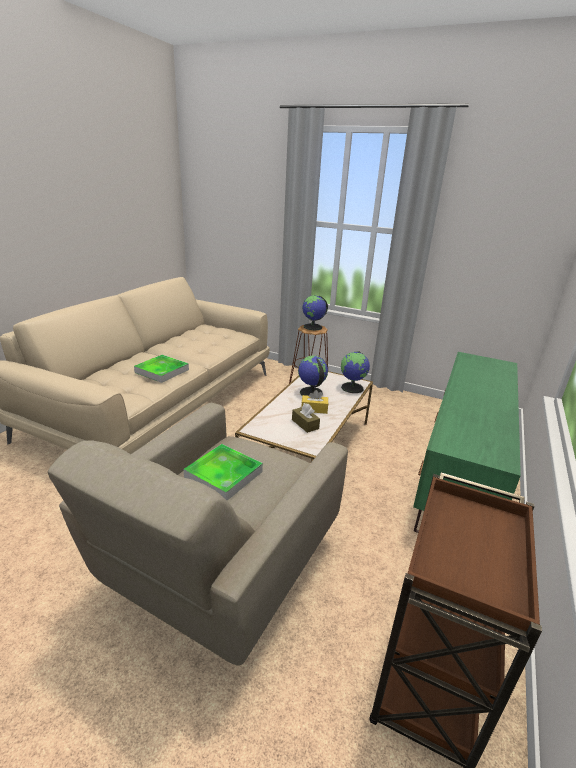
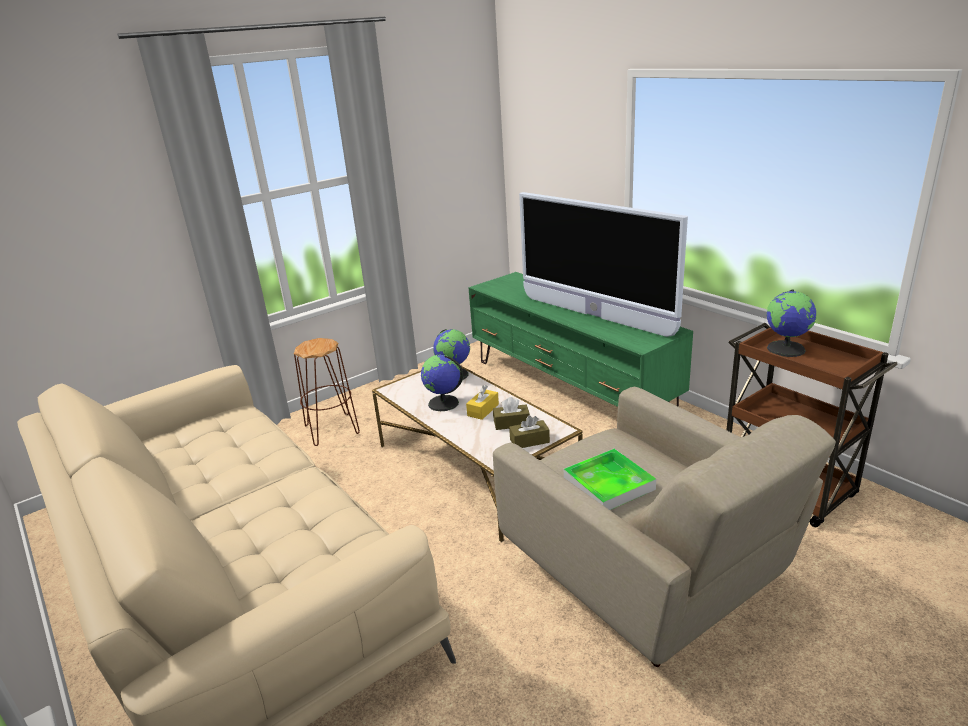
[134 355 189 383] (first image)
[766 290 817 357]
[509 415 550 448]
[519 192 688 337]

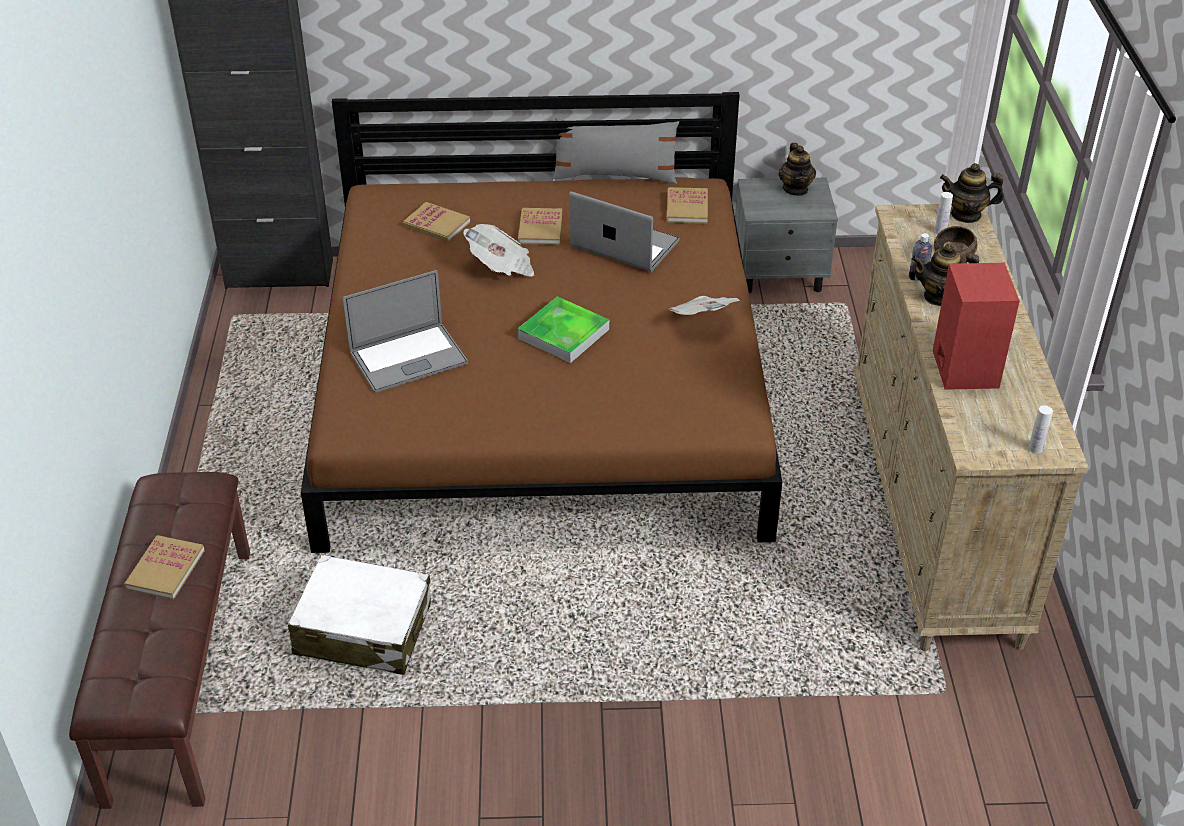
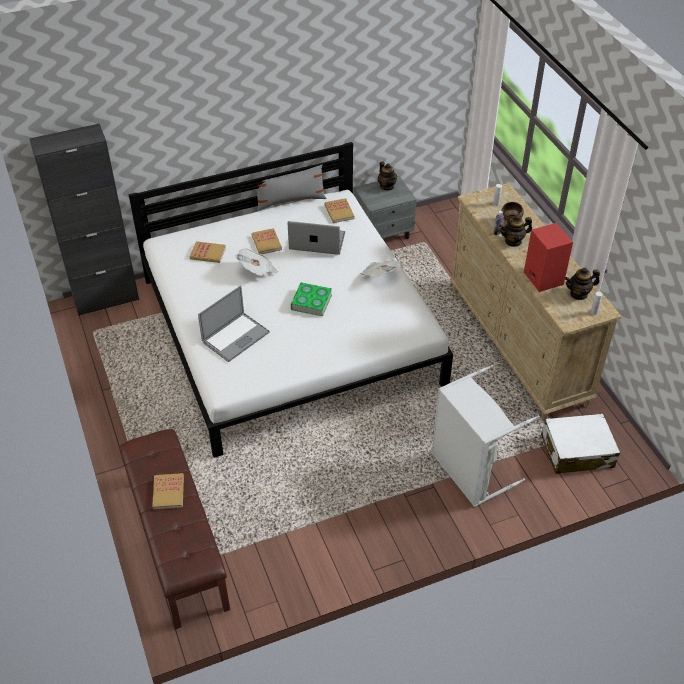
[541 413 620 474]
[128 142 453 458]
[291 282 332 316]
[565 268 600 300]
[432 365 540 507]

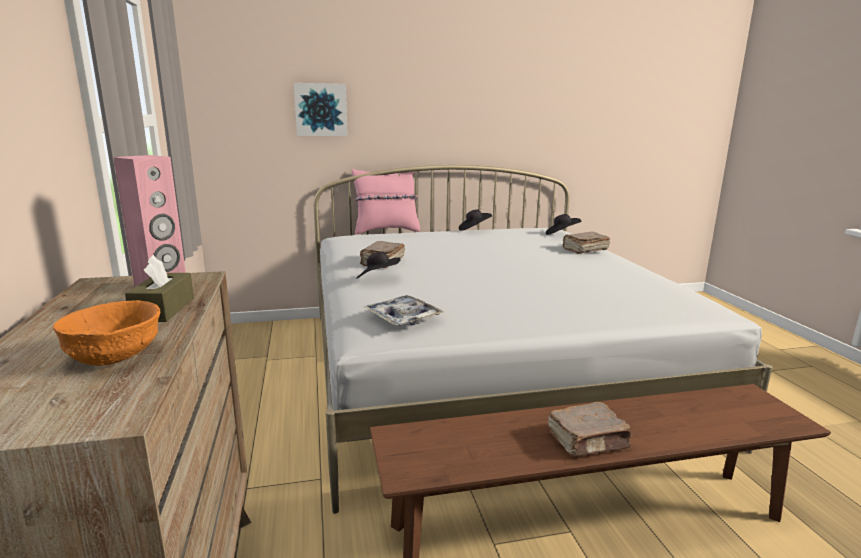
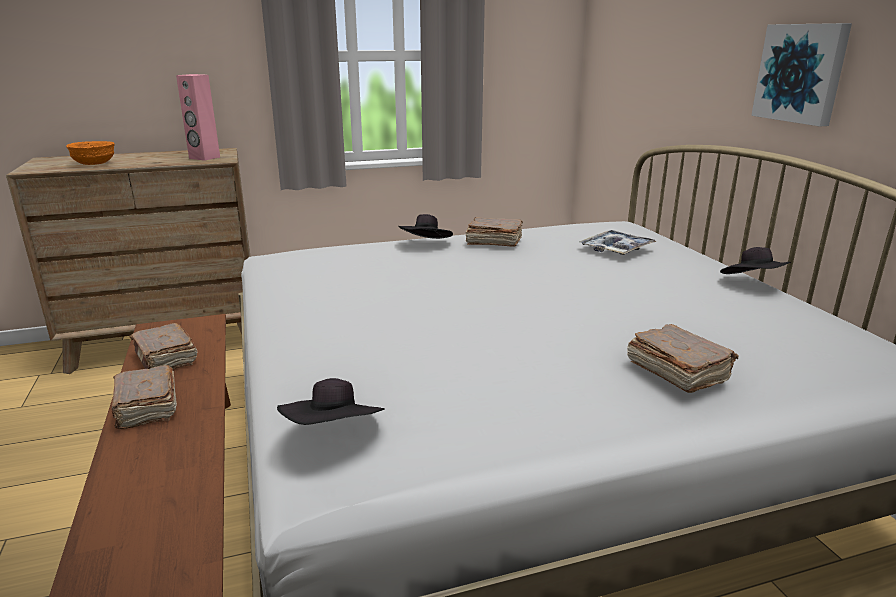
[125 255 194 322] (first image)
[751 23 852 126]
[352 169 420 234] (first image)
[579 230 657 255]
[277 378 385 425]
[130 323 197 370]

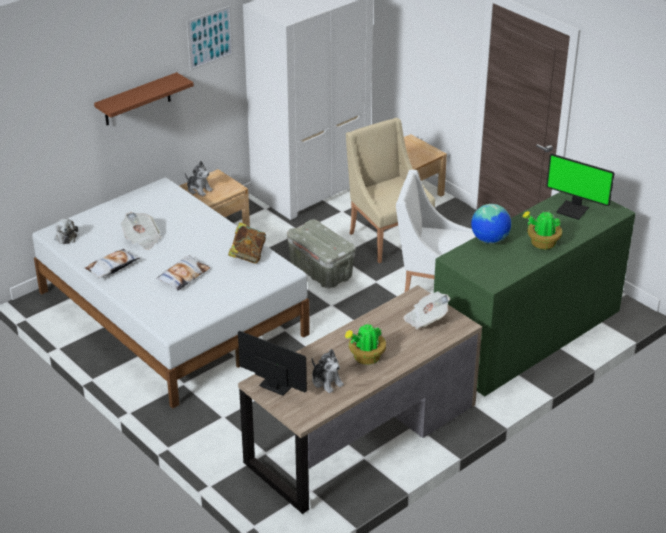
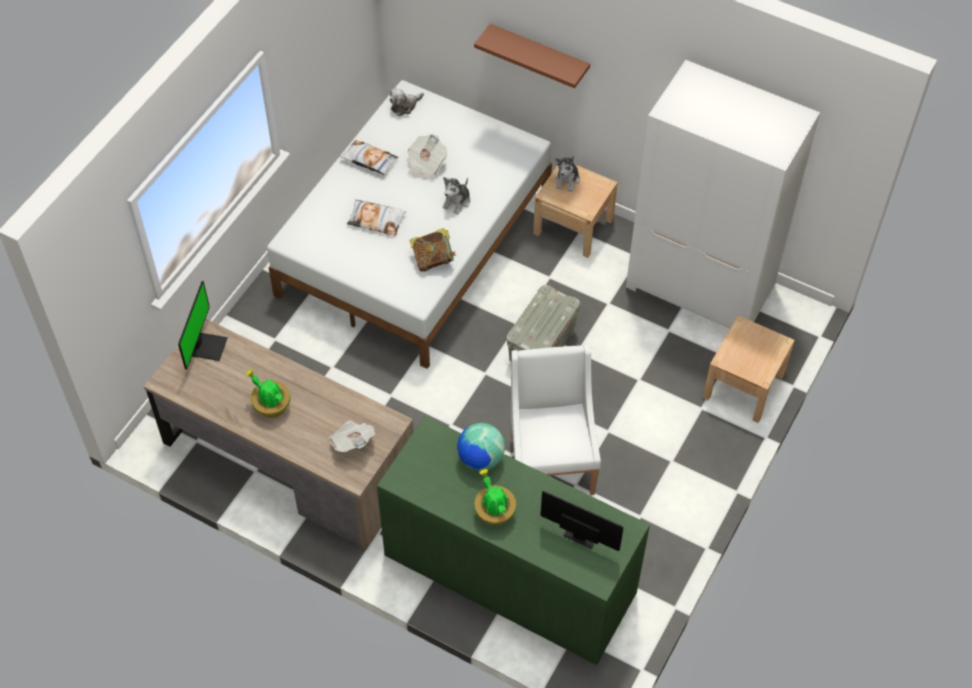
[186 5 233 71] (first image)
[443 177 470 215]
[346 118 435 263] (first image)
[540 491 624 551]

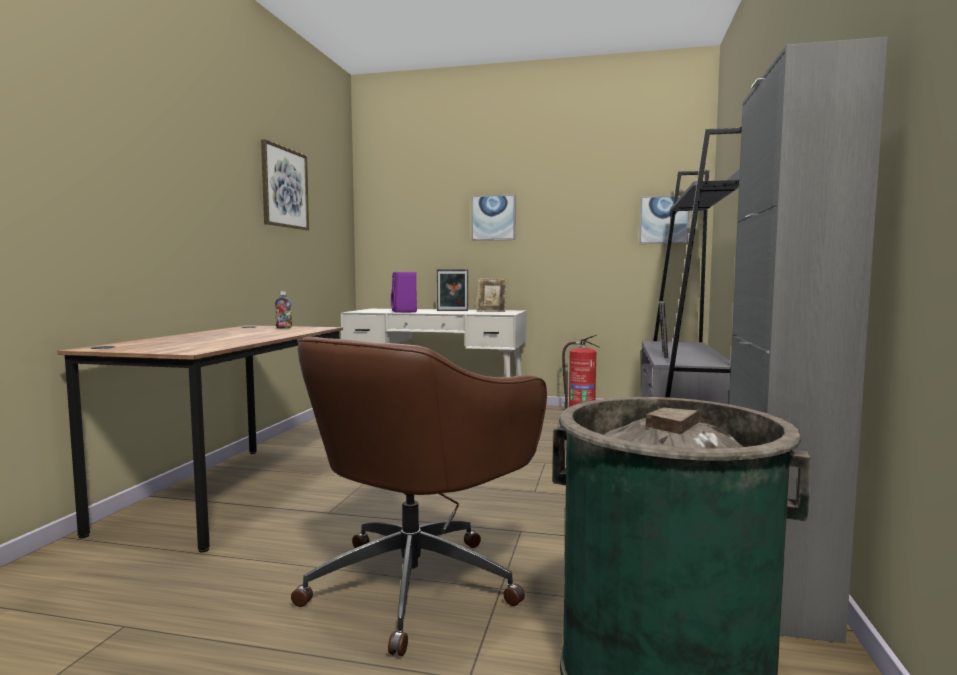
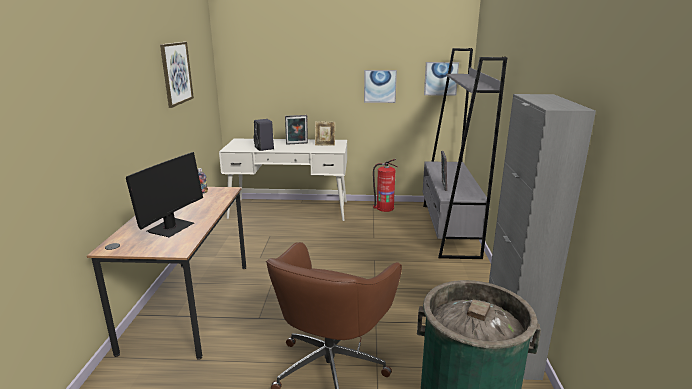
[254 119 274 151]
[364 70 397 103]
[126 152 203 237]

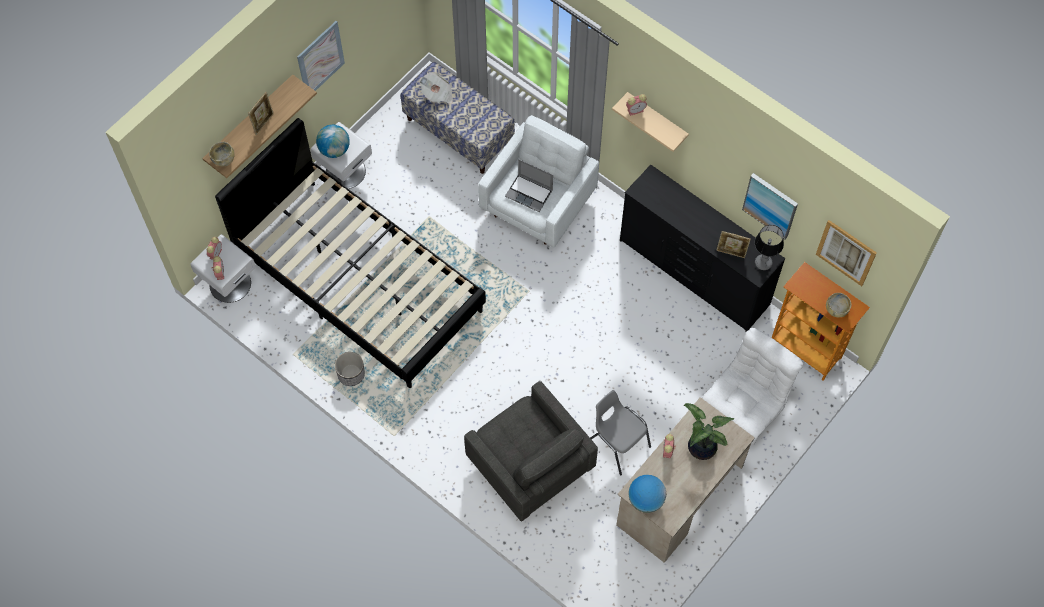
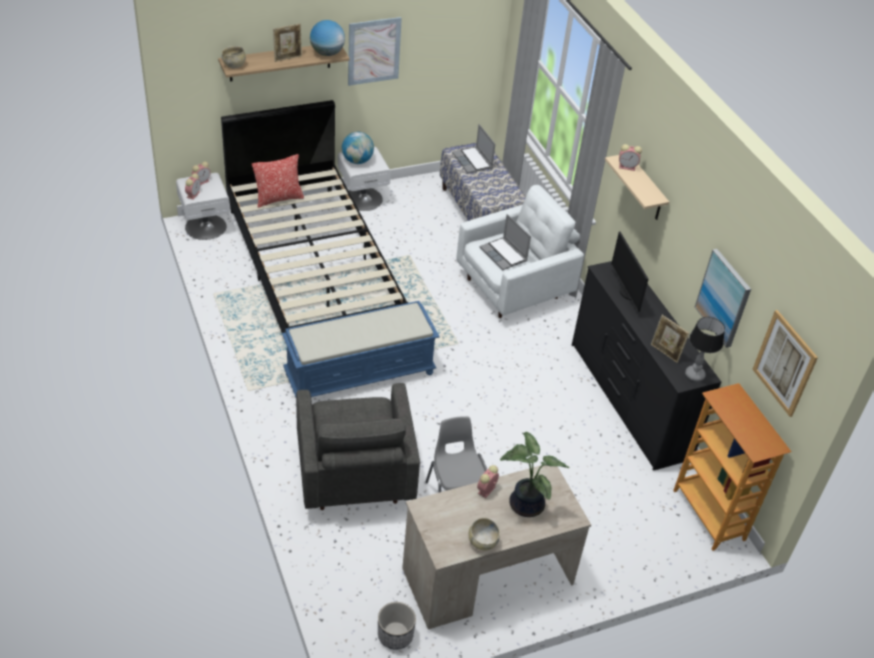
[378 602 416 650]
[452 124 495 173]
[310 20 345 56]
[702 328 803 445] (first image)
[468 518 500 550]
[252 154 304 208]
[282 301 440 397]
[611 232 649 312]

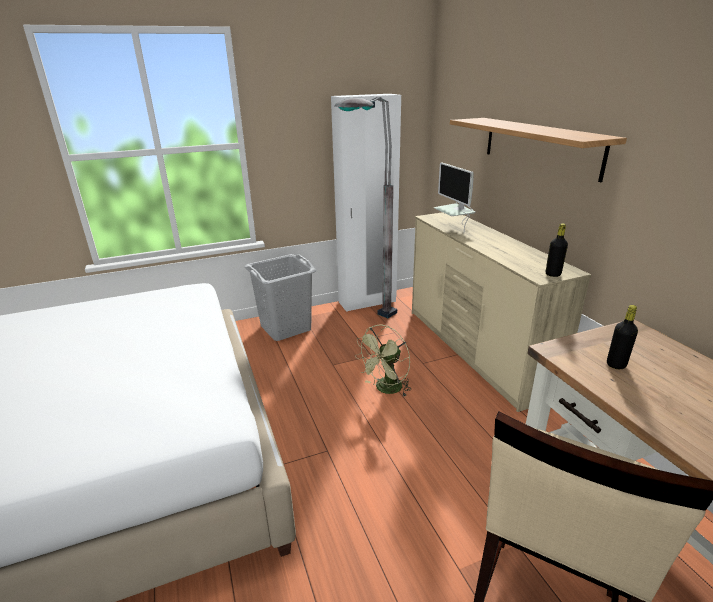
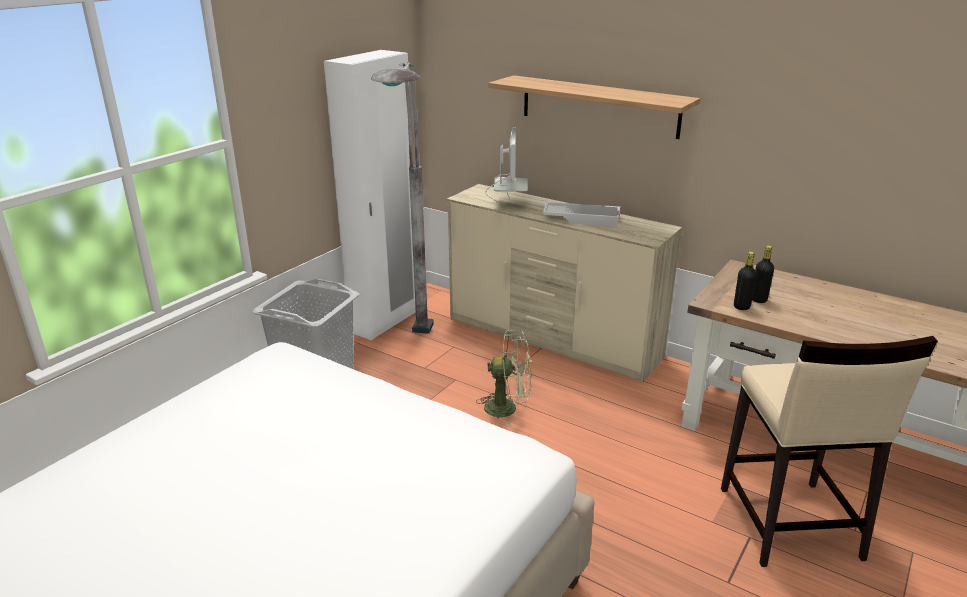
[476 330 532 426]
[485 127 528 204]
[734 252 757 310]
[543 202 620 227]

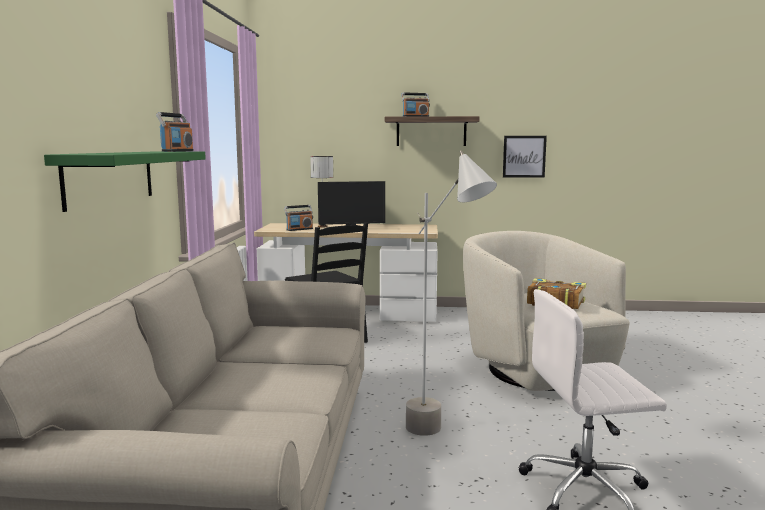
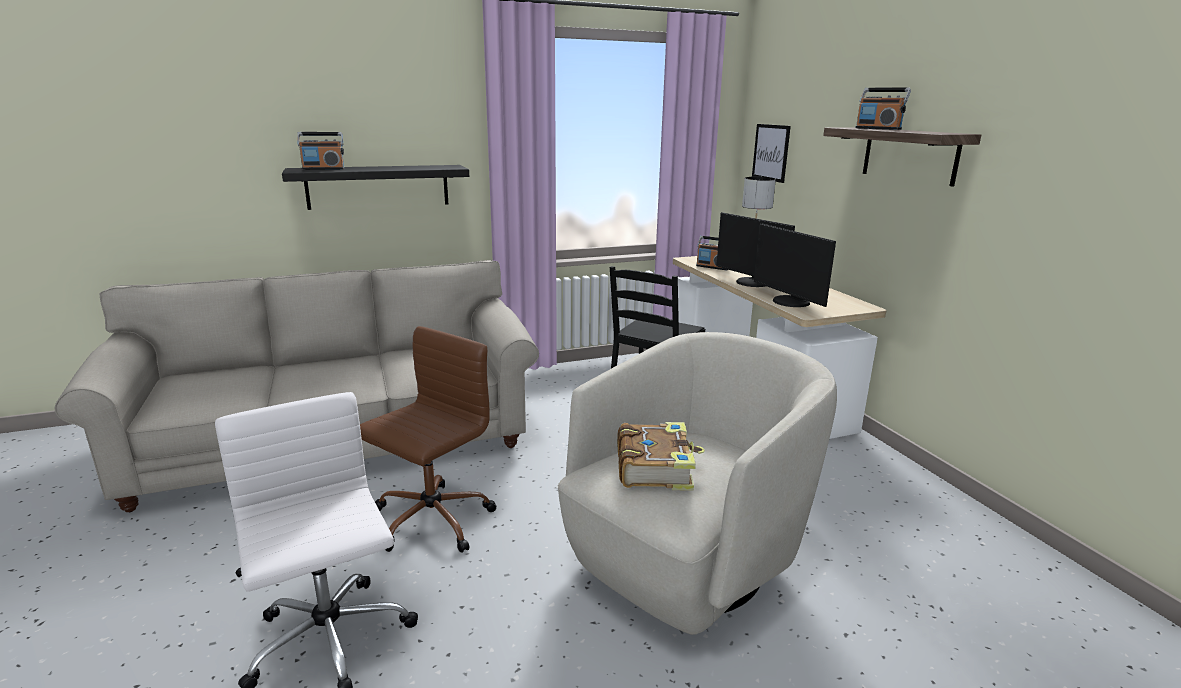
[282 165 469 210]
[297 132 345 170]
[360 326 496 553]
[752 124 791 183]
[754 223 836 307]

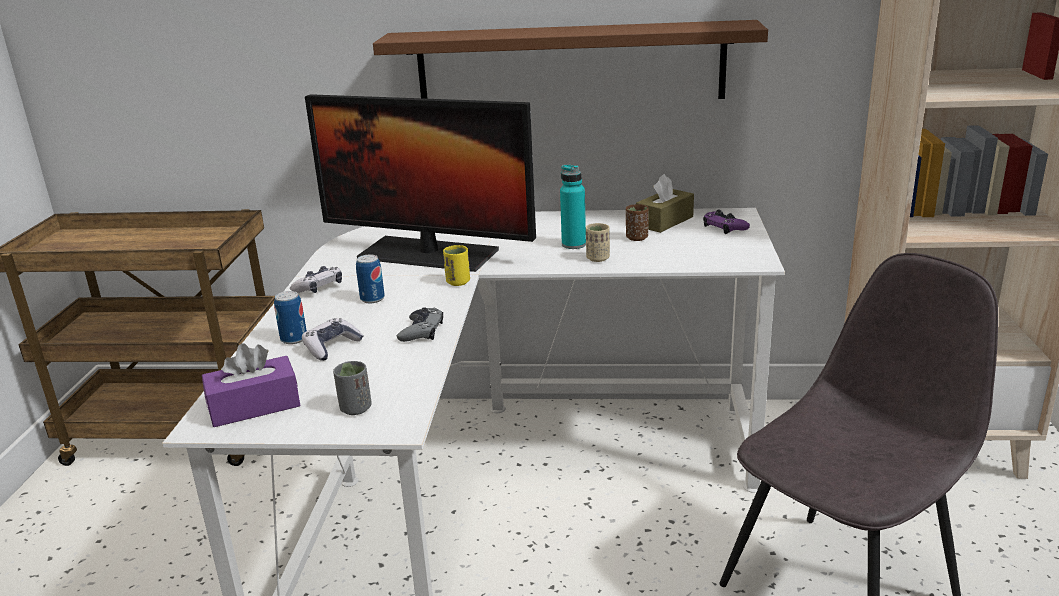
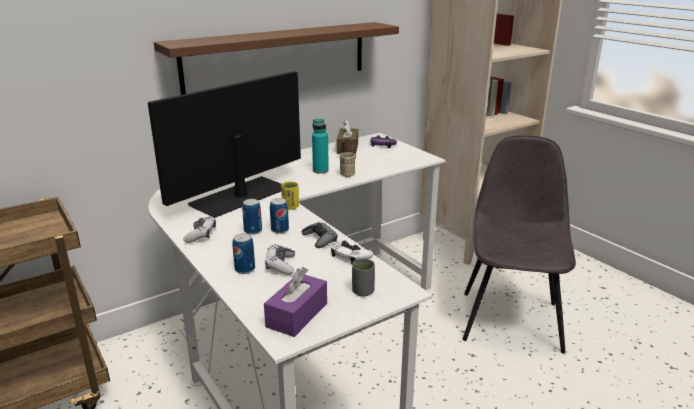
[148 71 301 218]
[270 198 289 234]
[331 240 373 264]

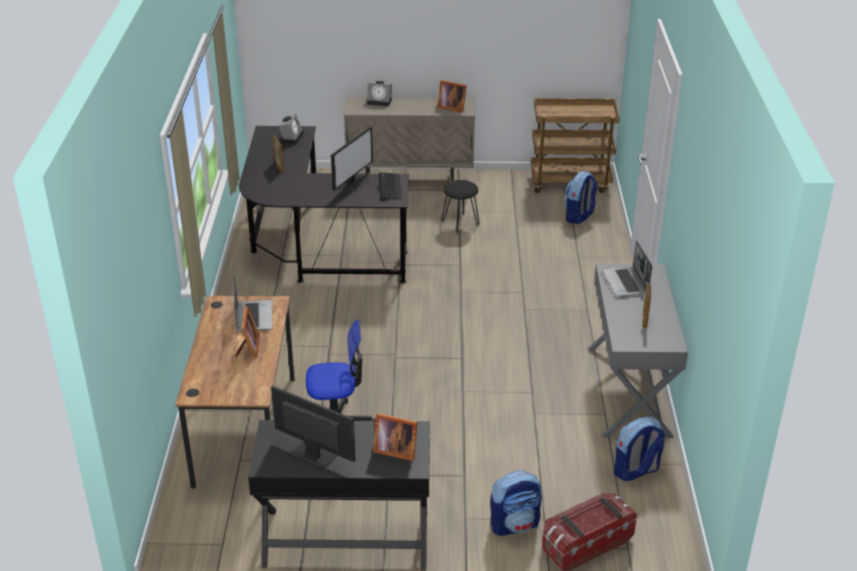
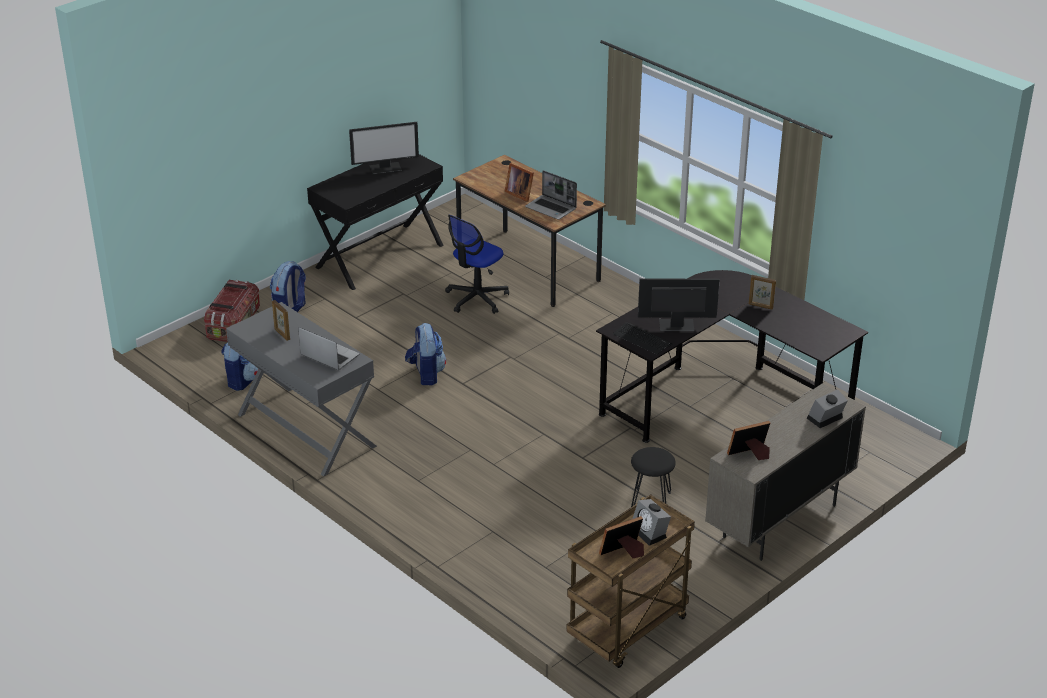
[633 499 671 546]
[638 278 720 331]
[599 516 644 558]
[405 323 446 385]

